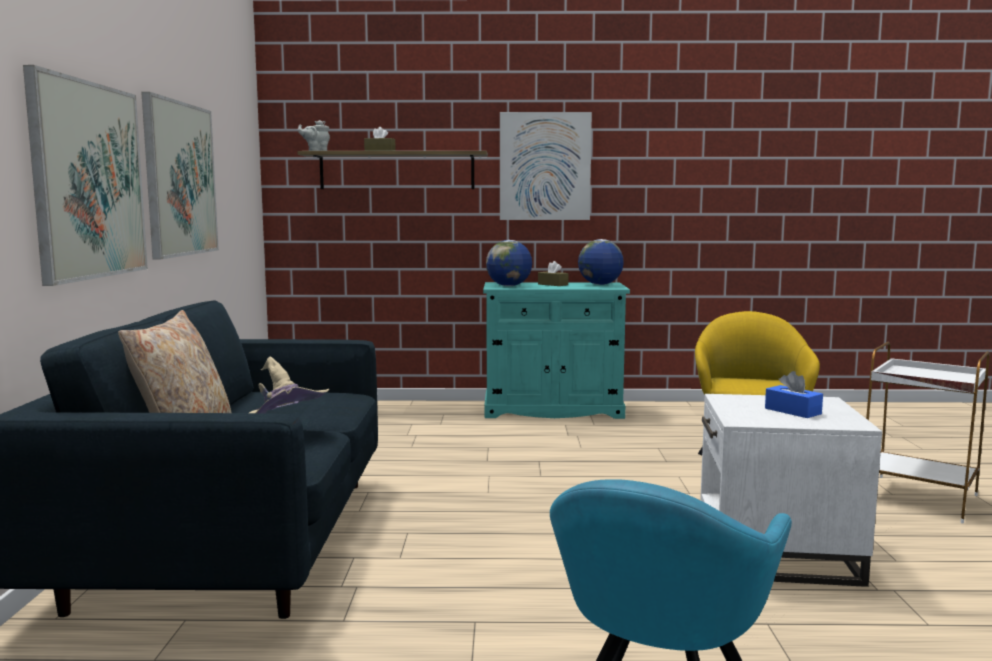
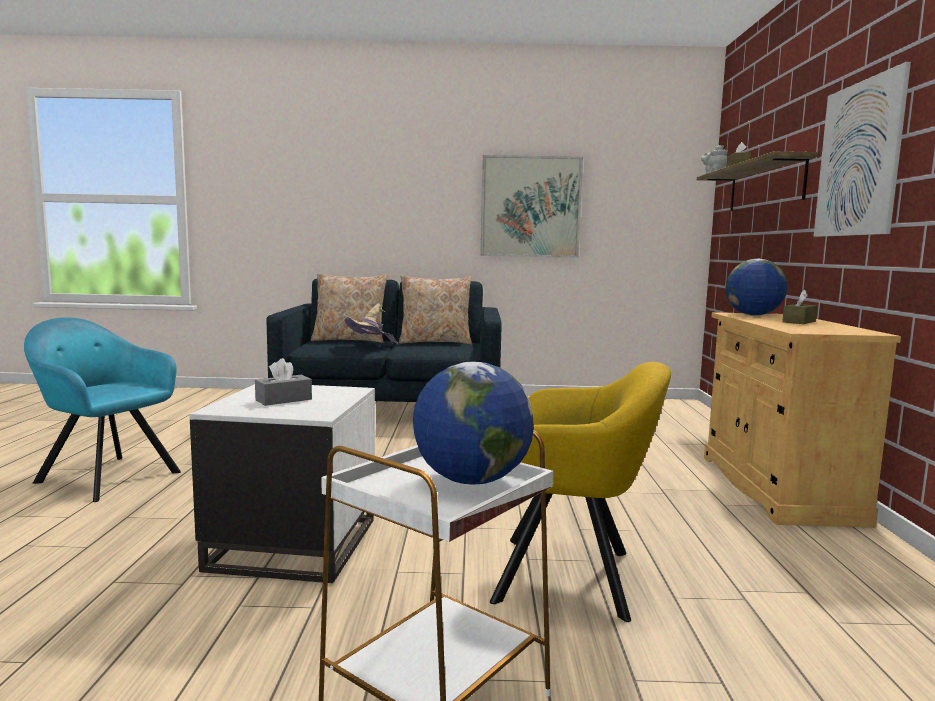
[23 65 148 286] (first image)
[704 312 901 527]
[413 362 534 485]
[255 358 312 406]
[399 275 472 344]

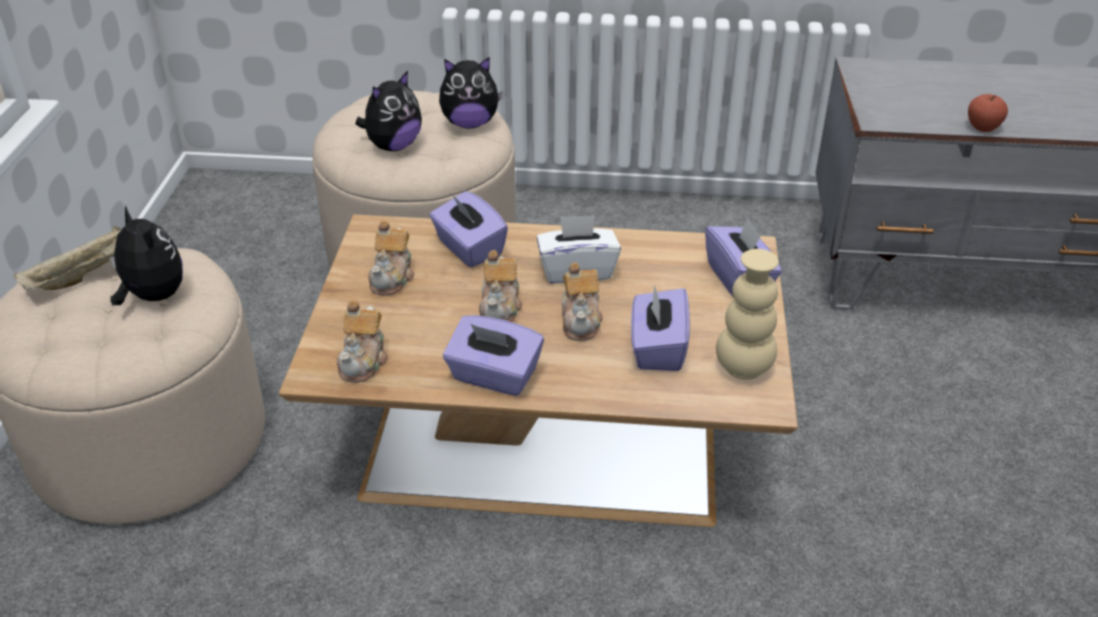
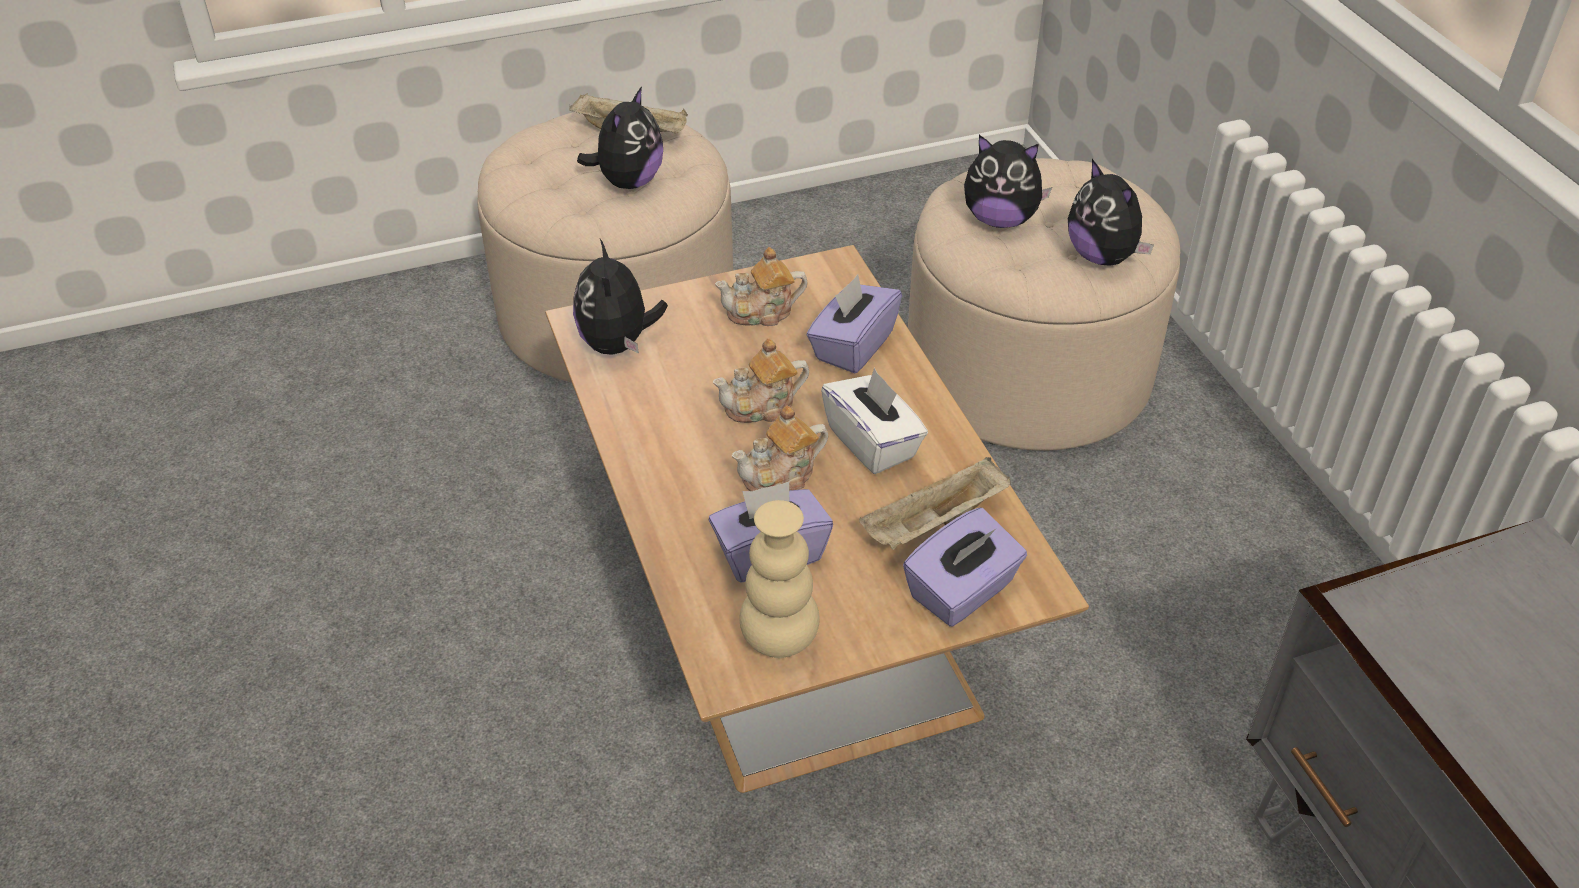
[573 239 668 355]
[443 315 544 396] (first image)
[968 94 1008 132] (first image)
[859 457 1011 550]

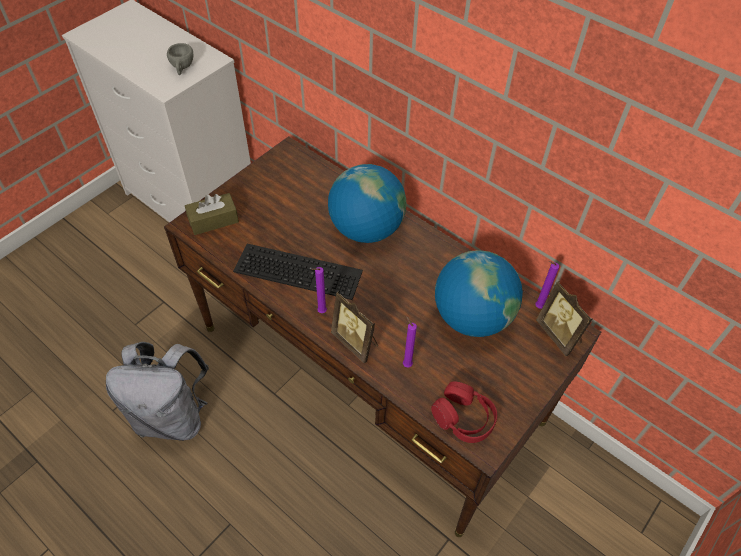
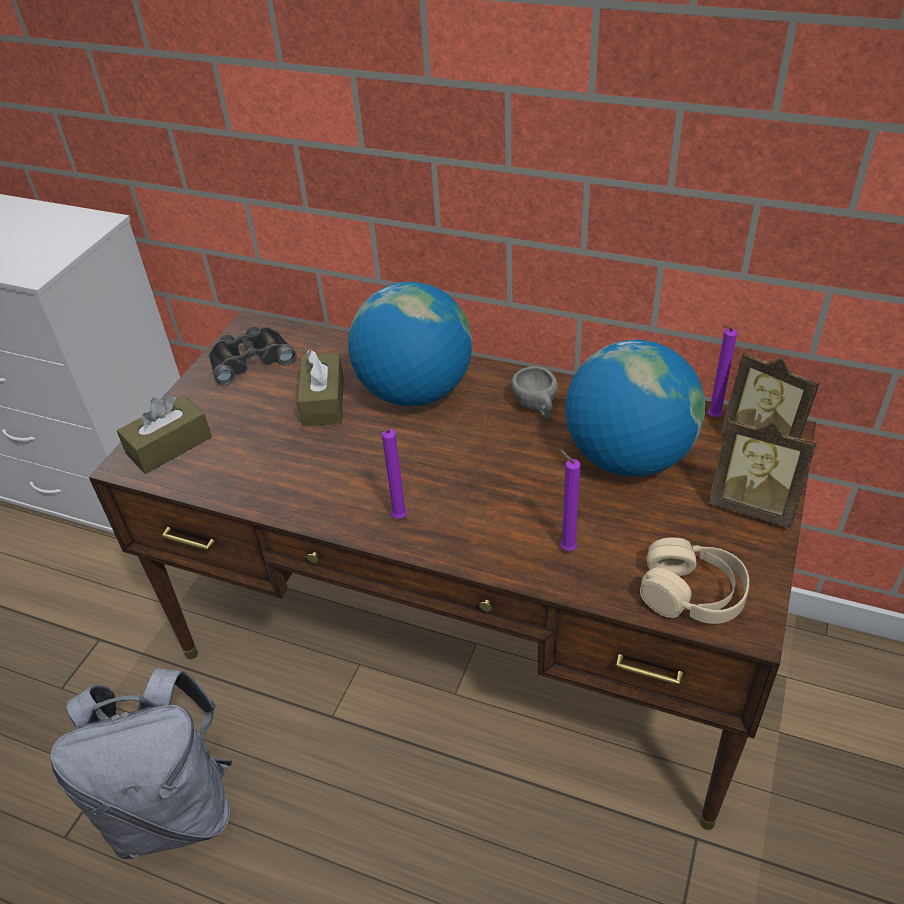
[511 366 558 420]
[233 244 363 300] (first image)
[708 419 817 528]
[640 537 749 624]
[209 326 297 386]
[297 350 344 426]

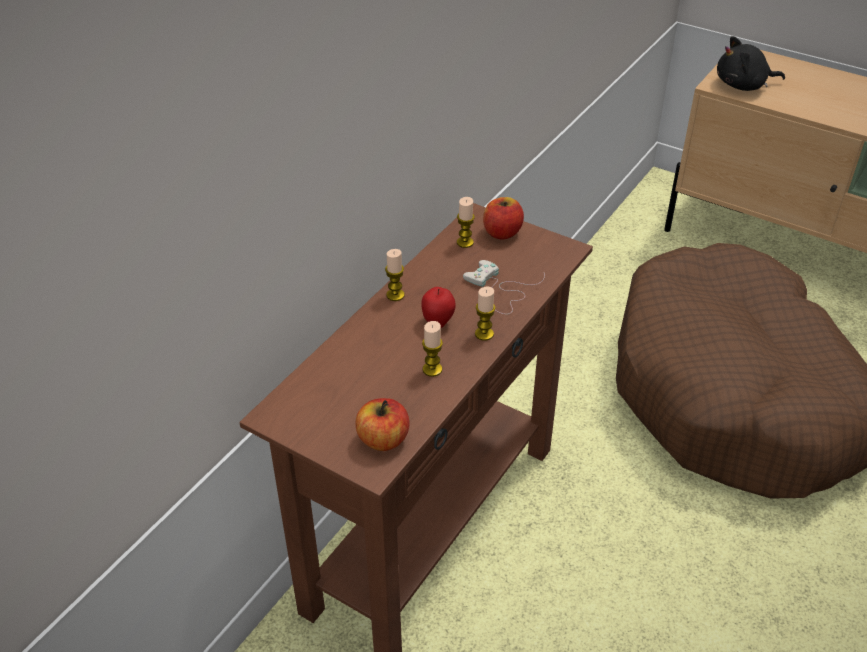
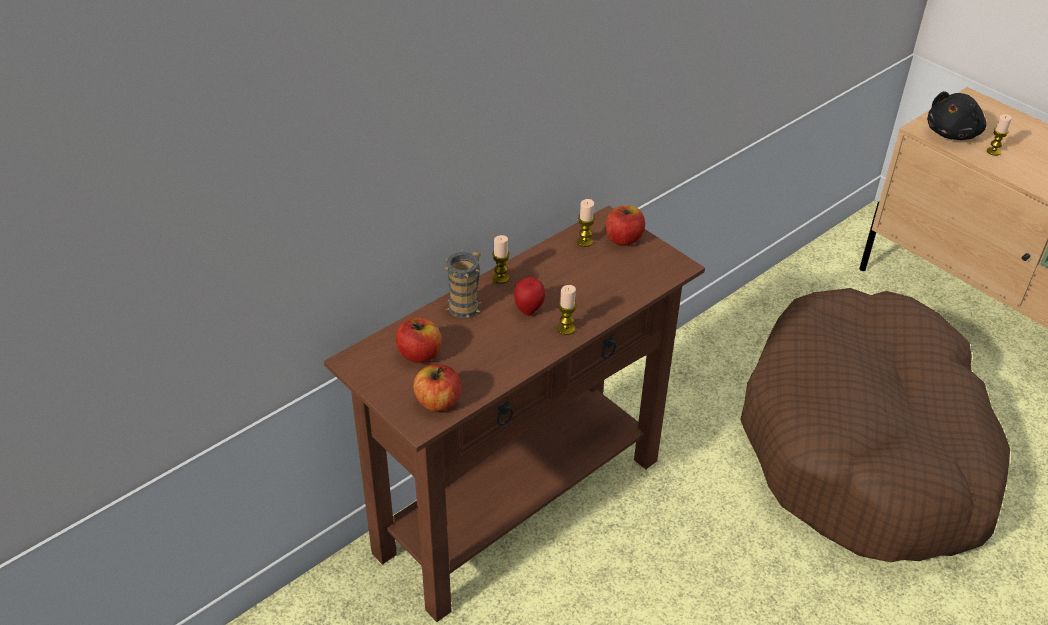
[987 114 1012 156]
[463 260 545 314] (first image)
[927 91 987 140]
[396 318 442 363]
[444 252 482 318]

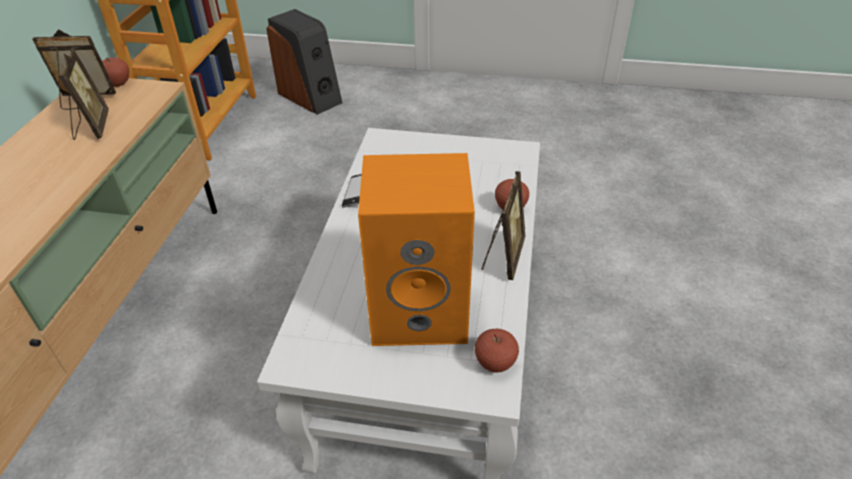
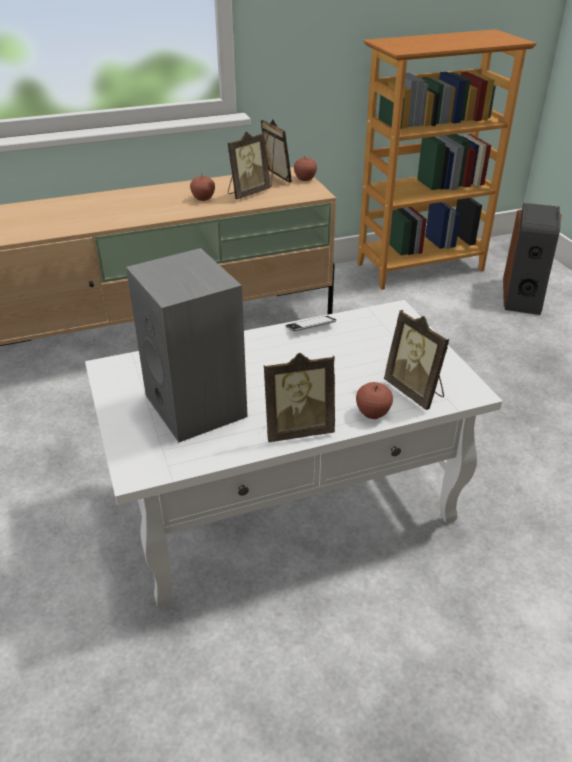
[126 248 248 443]
[190 174 215 201]
[384 310 449 410]

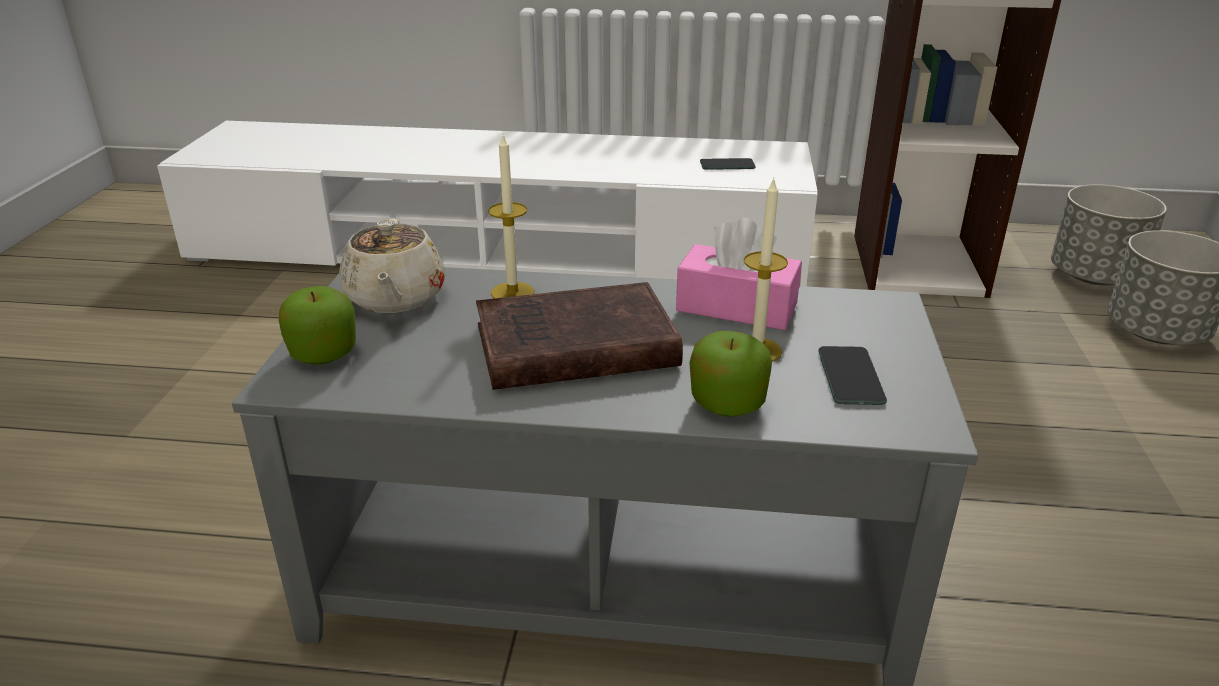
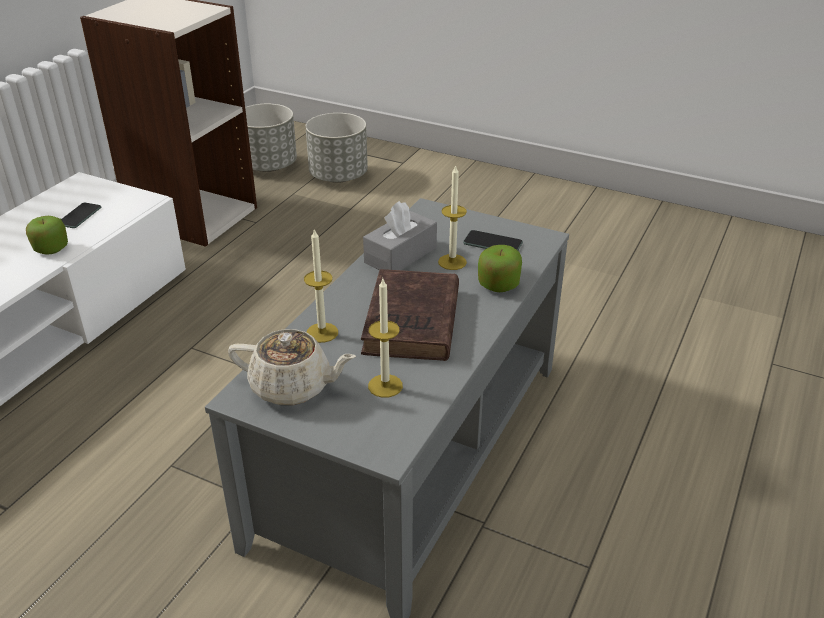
[26 216 68 254]
[363 201 437 270]
[368 279 403 398]

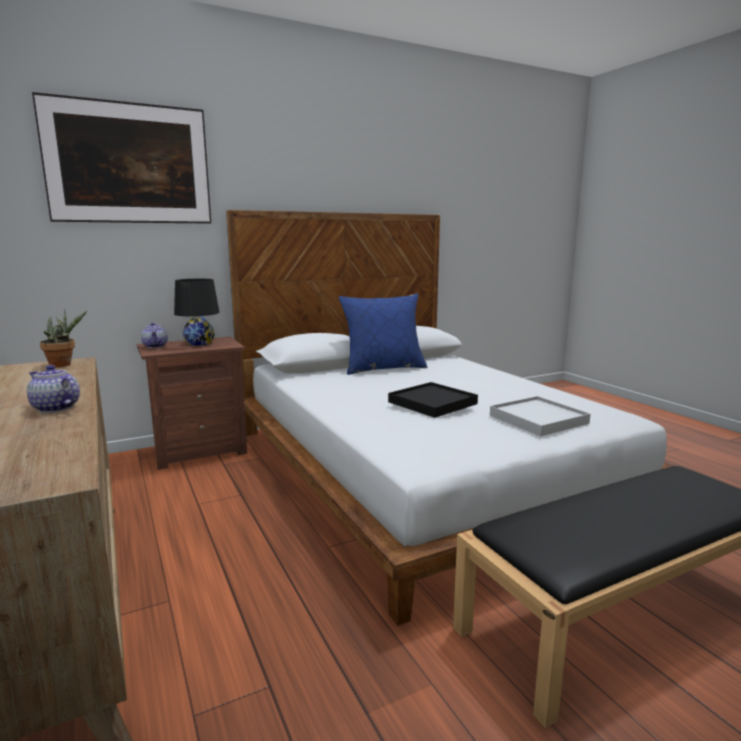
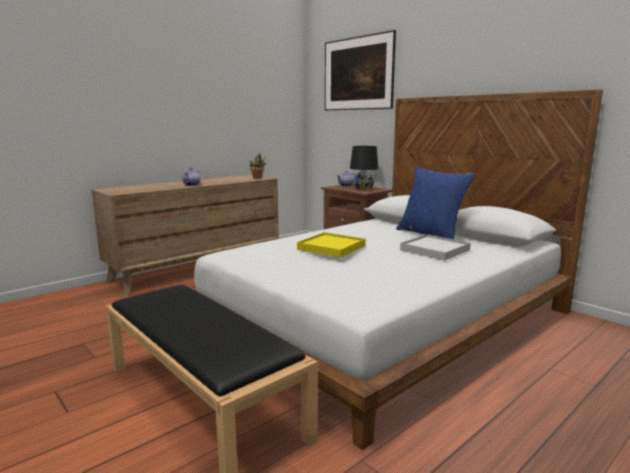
[297 232 366 258]
[400 234 471 261]

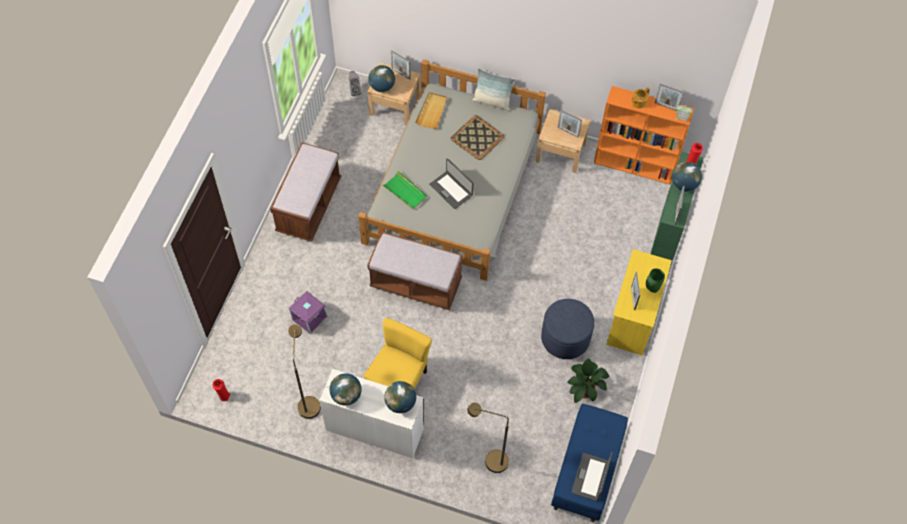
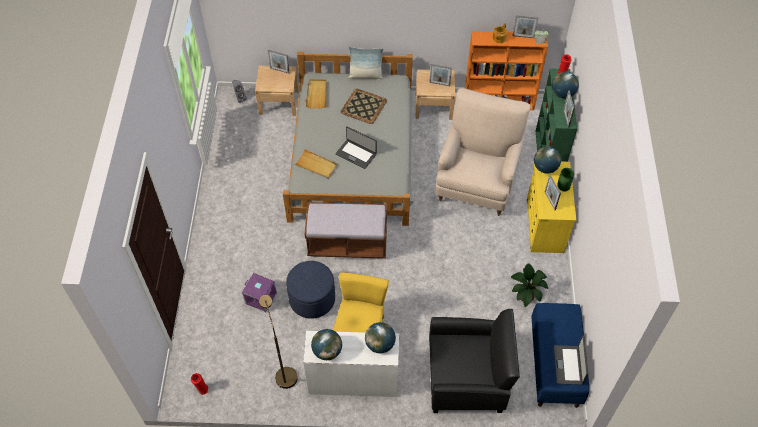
[270 142 341 242] (first image)
[534 147 561 174]
[294 149 337 178]
[429 309 520 413]
[286 261 335 319]
[435 88 531 216]

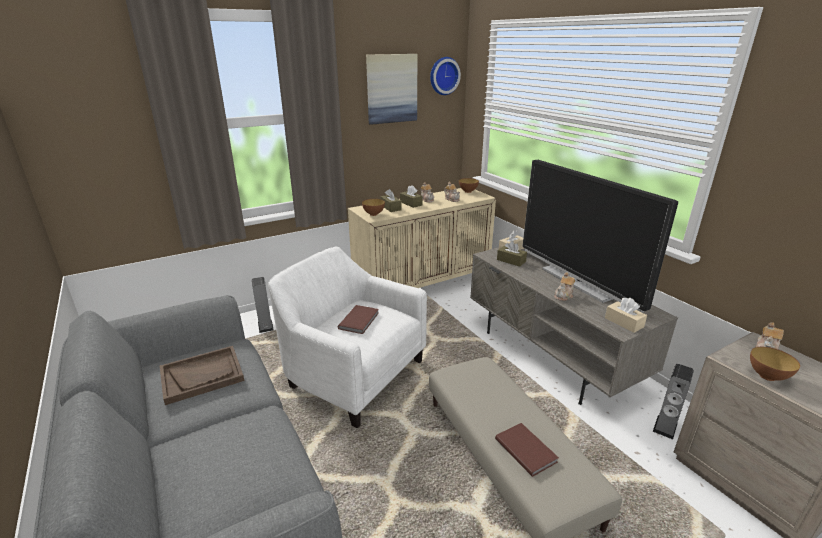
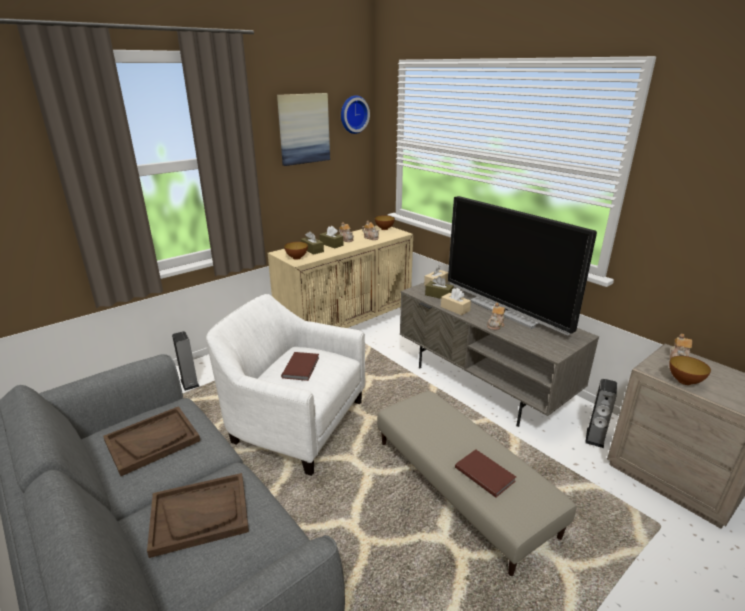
[441 288 471 315]
[147 473 249 558]

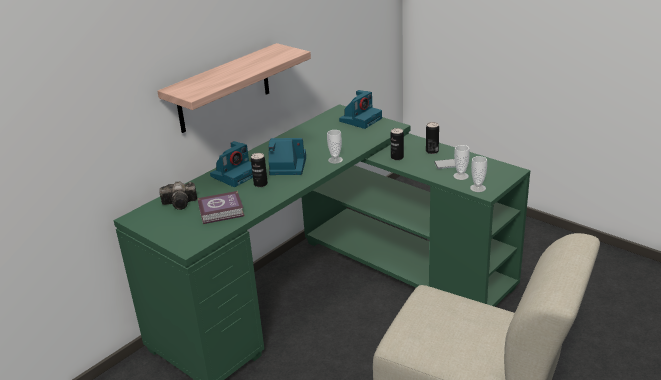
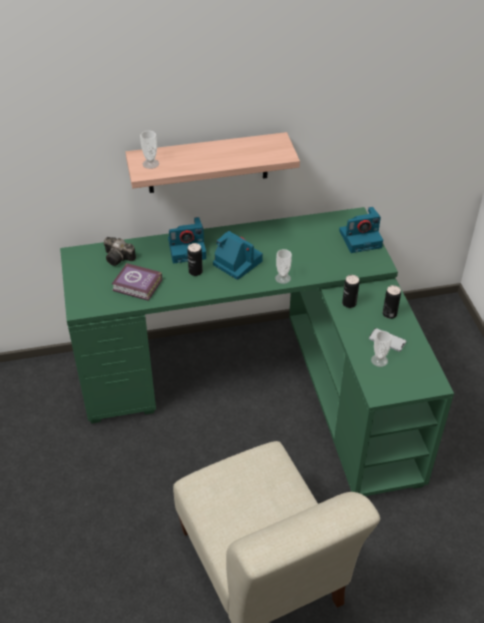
[140 131 159 169]

